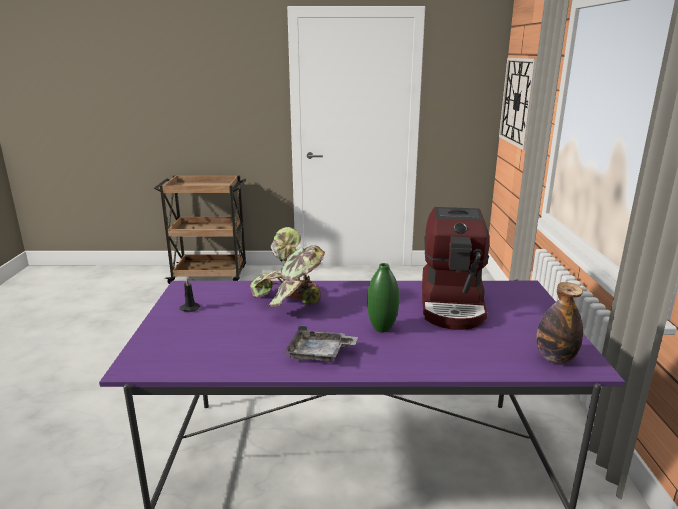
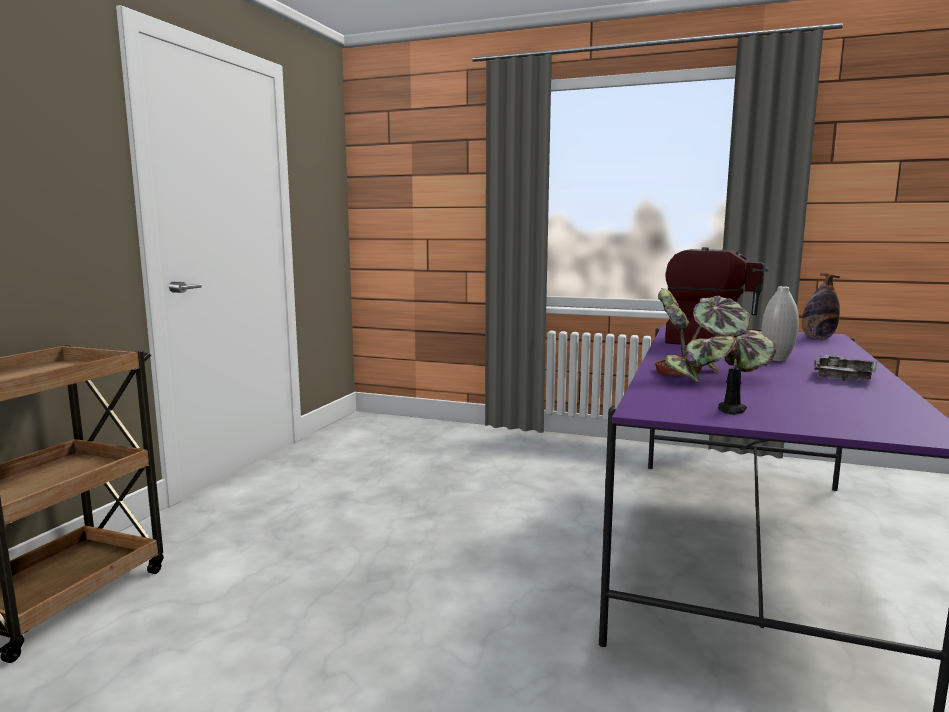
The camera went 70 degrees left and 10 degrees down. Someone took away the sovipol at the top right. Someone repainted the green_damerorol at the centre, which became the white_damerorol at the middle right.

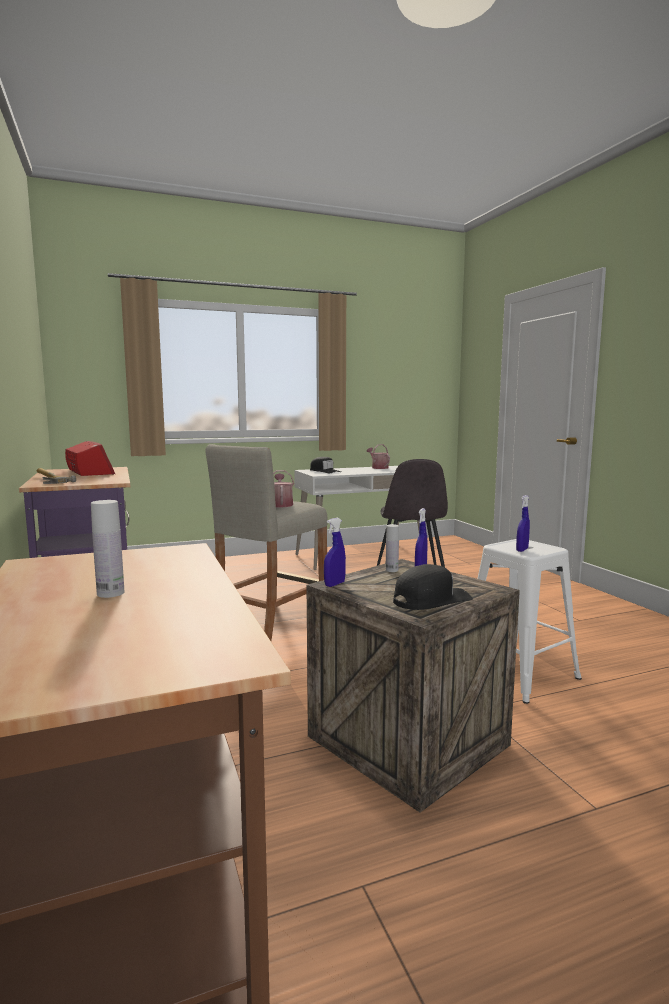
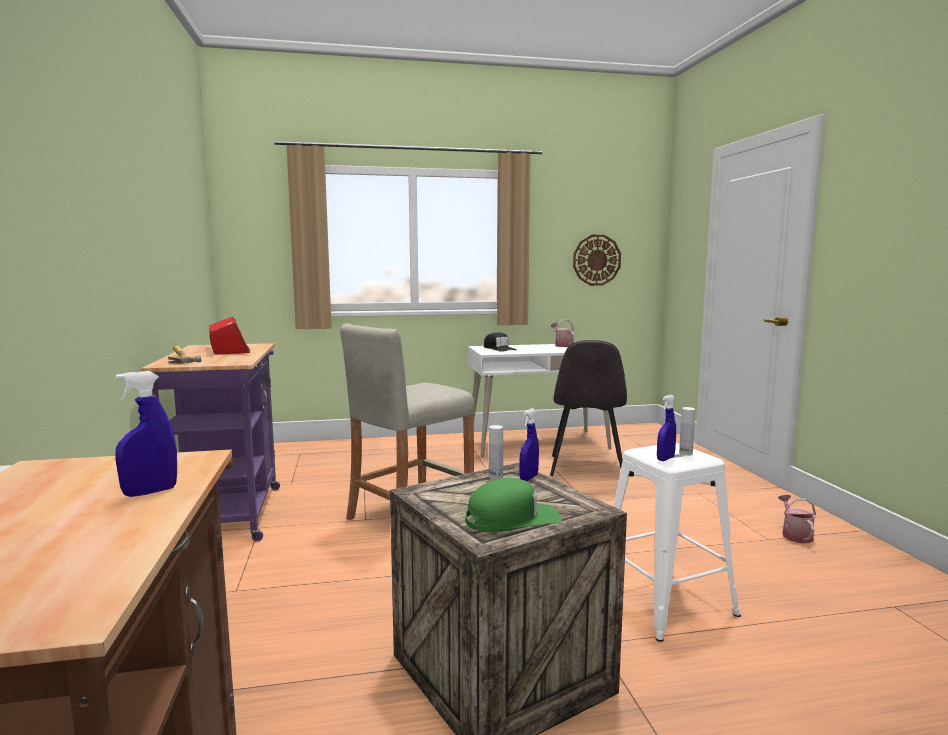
The camera went 10 degrees right and 0 degrees up. Someone put up the sovipol at the centre. Someone carried the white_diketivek (no. 1 from left in the first image) from the middle left to the middle right. Someone carried the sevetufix (no. 1 from left in the first image) from the centre to the bottom right. Someone carried the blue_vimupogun (no. 1 from left) from the centre to the middle left. Someone repainted the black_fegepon (no. 2 from left) at the centre, which became the green_fegepon at the bottom centre.

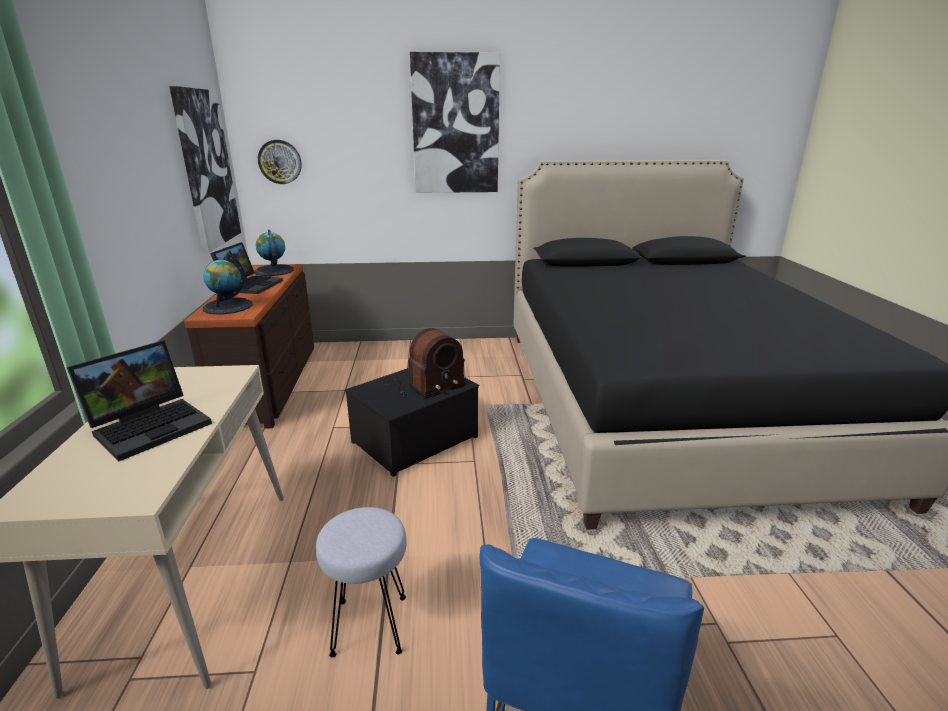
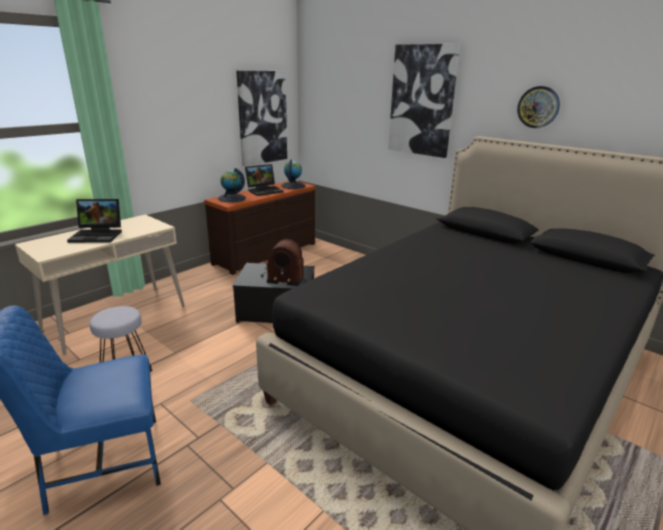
The camera went 45 degrees right and 0 degrees up. Someone carried the sovipol from the top left to the top right.

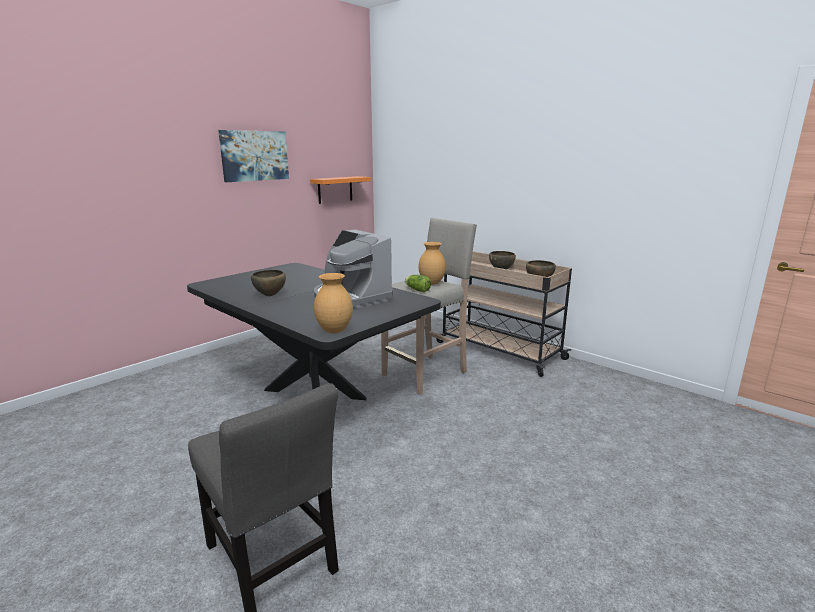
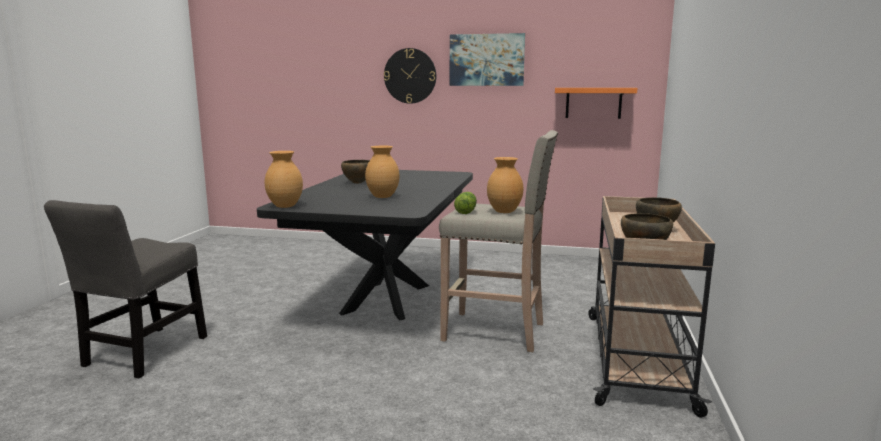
The camera went 60 degrees right and 5 degrees down. Someone put up the sovipol at the top centre. Someone swapped the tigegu at the centre for the brown_damerorol (no. 2 from left) at the centre.

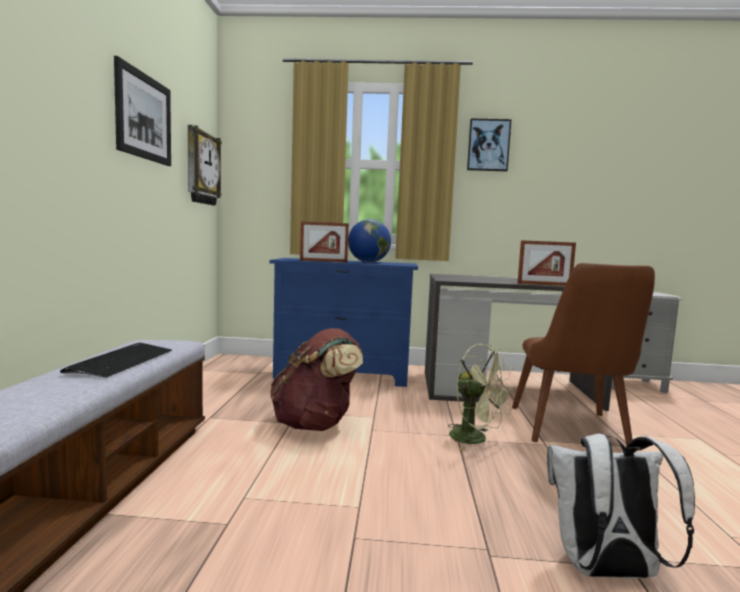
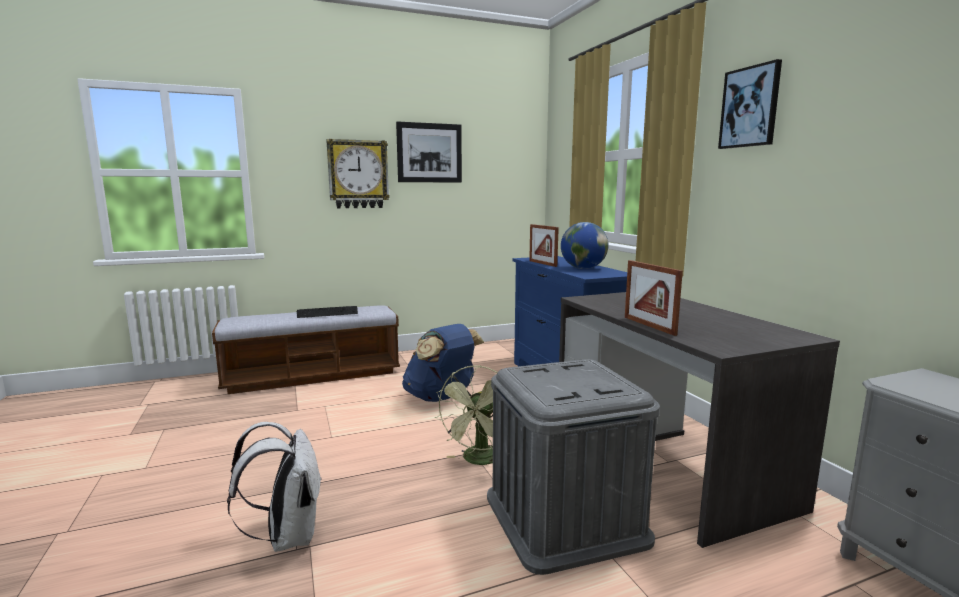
The camera went 65 degrees right and 5 degrees up. Someone carried the sovipol from the top left to the top centre. Someone swapped the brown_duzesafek at the middle right for the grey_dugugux at the bottom centre. Someone repainted the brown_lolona at the centre, which became the blue_lolona at the centre.

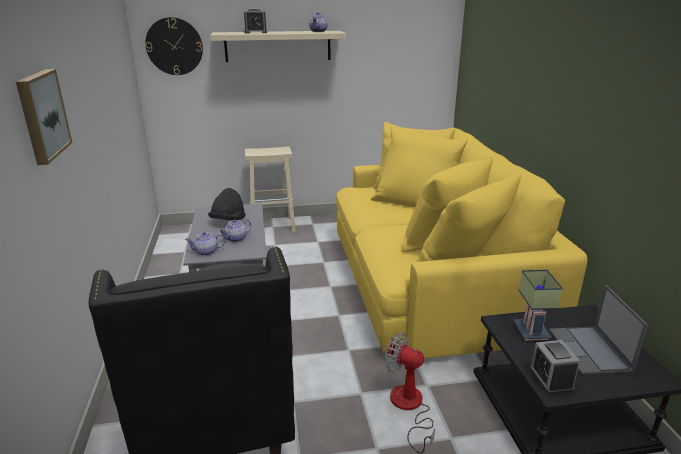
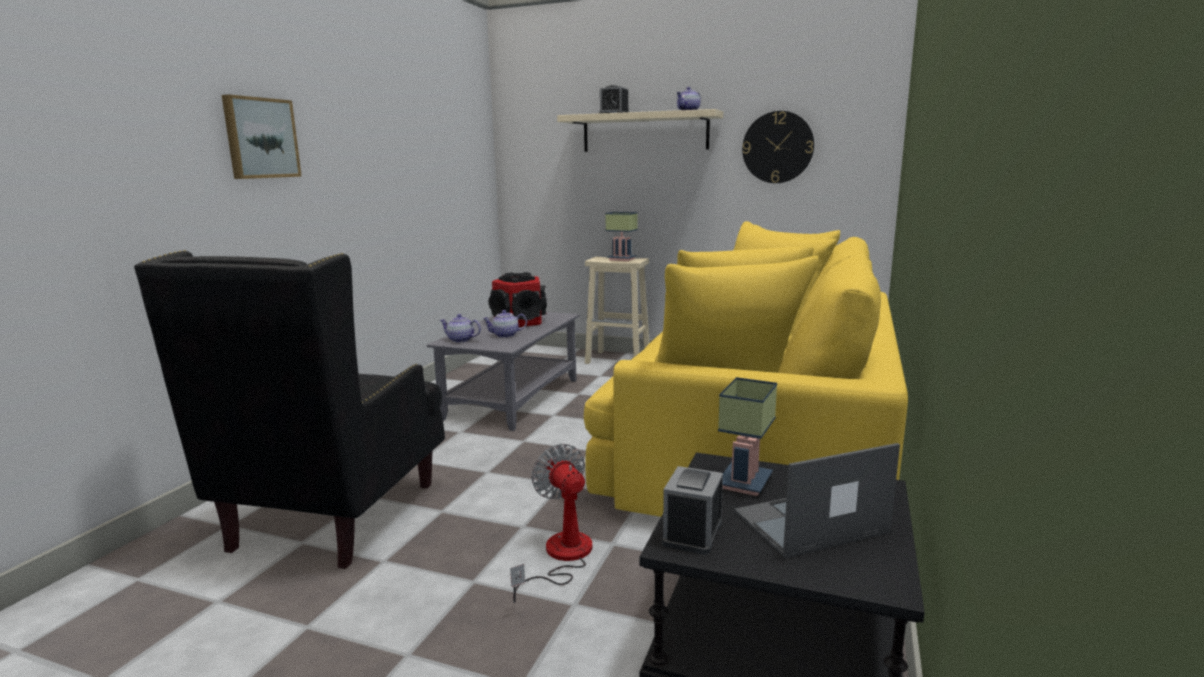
The camera went 30 degrees right and 10 degrees down. Someone put down the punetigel (no. 1 from left) at the centre. Someone carried the sovipol from the top left to the top centre. Someone swapped the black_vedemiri at the centre for the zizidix at the centre. Someone rotated the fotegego at the bottom right by 45 degrees clockwise.

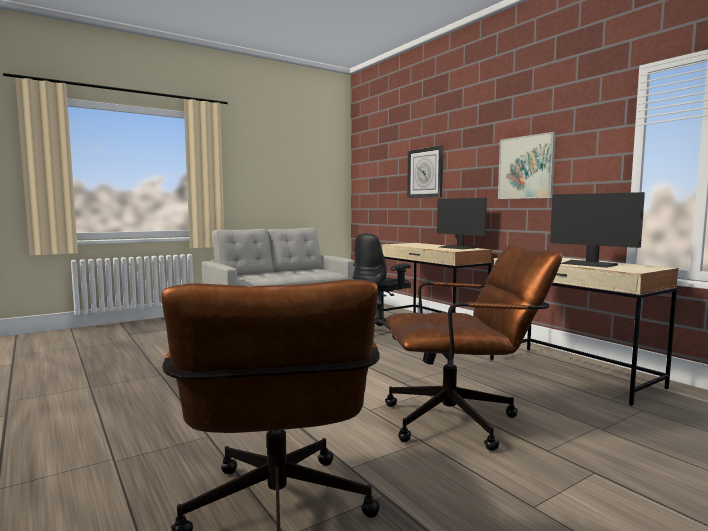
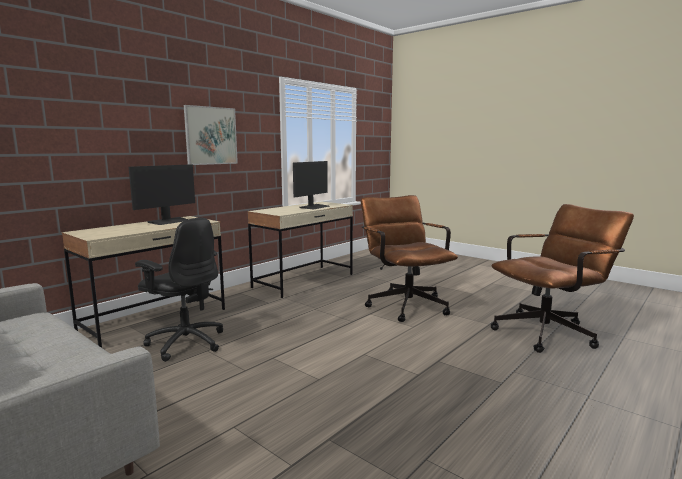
The camera went 105 degrees left and 5 degrees up. Someone took away the sovipol at the top centre.

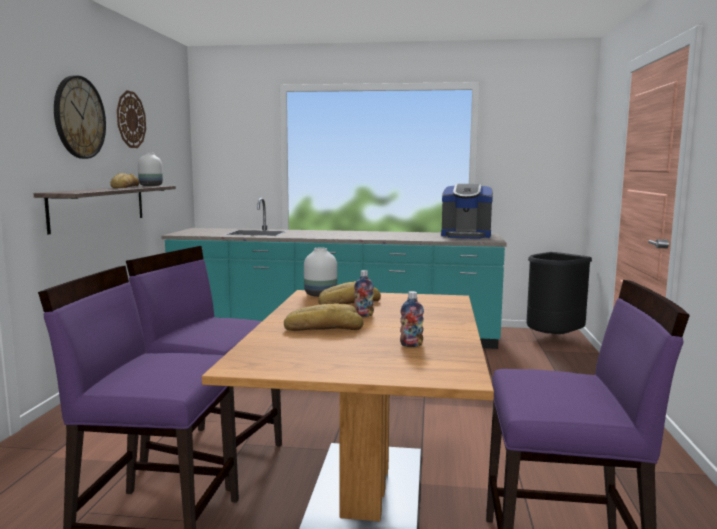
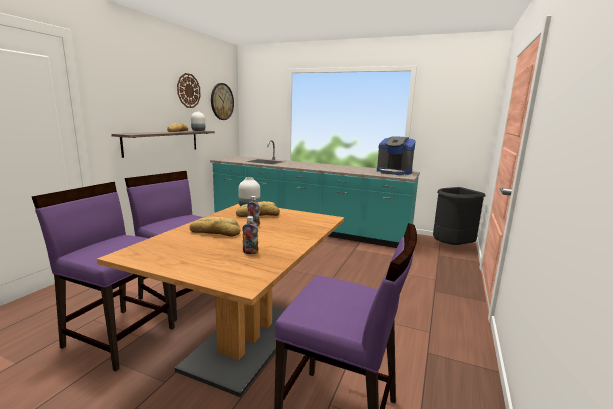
The camera went 15 degrees right and 5 degrees up. Someone carried the sovipol (no. 1 from left in the first image) from the top left to the top centre.

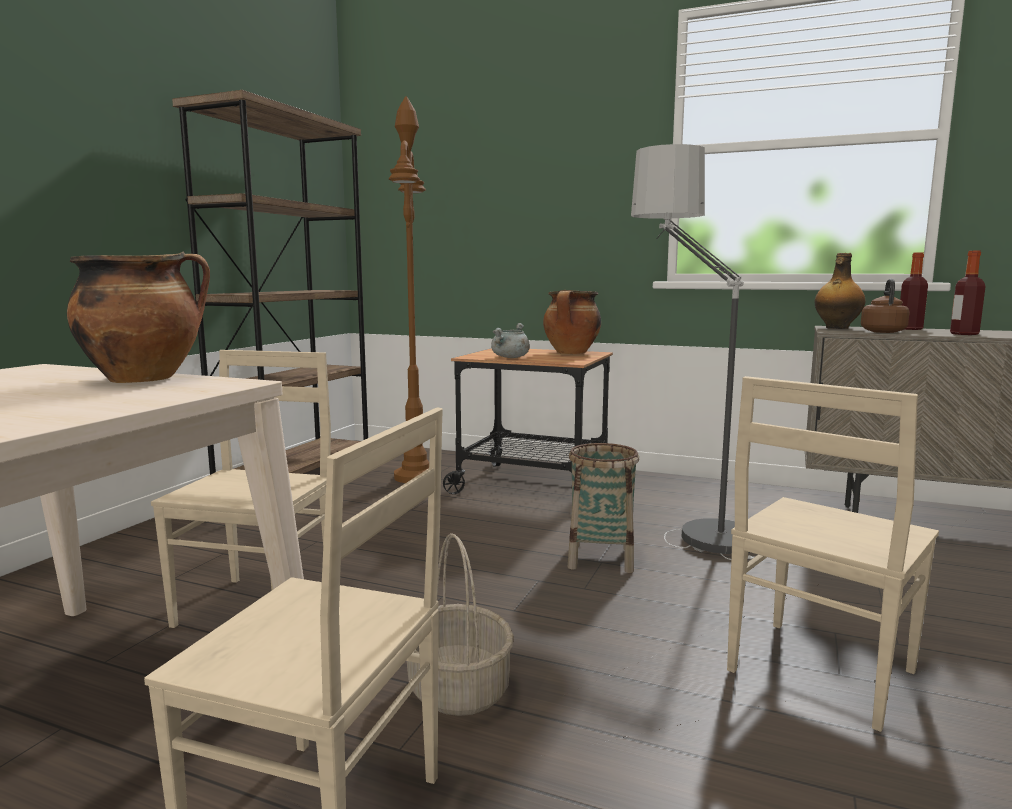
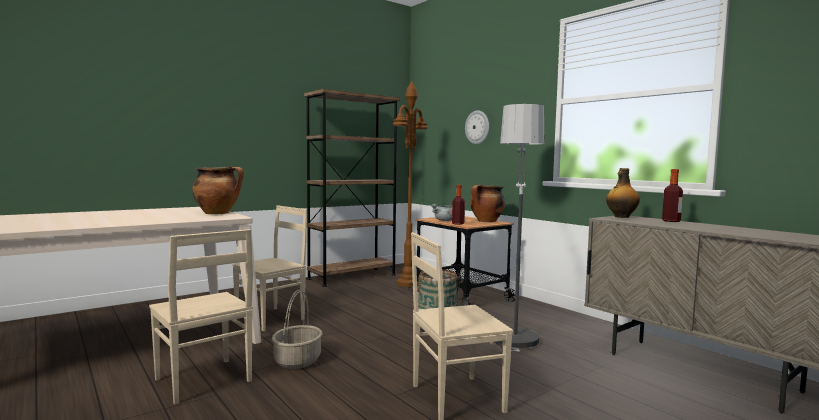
The camera went 30 degrees right and 5 degrees down. Someone took away the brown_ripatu at the middle right. Someone put up the sovipol at the top centre. Someone carried the diketivek (no. 3 from left in the first image) from the middle right to the centre.

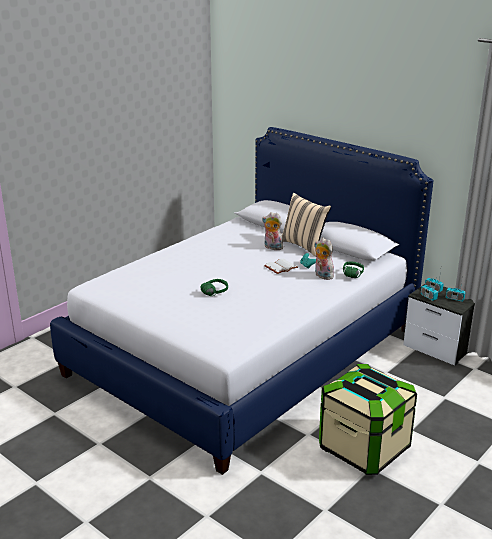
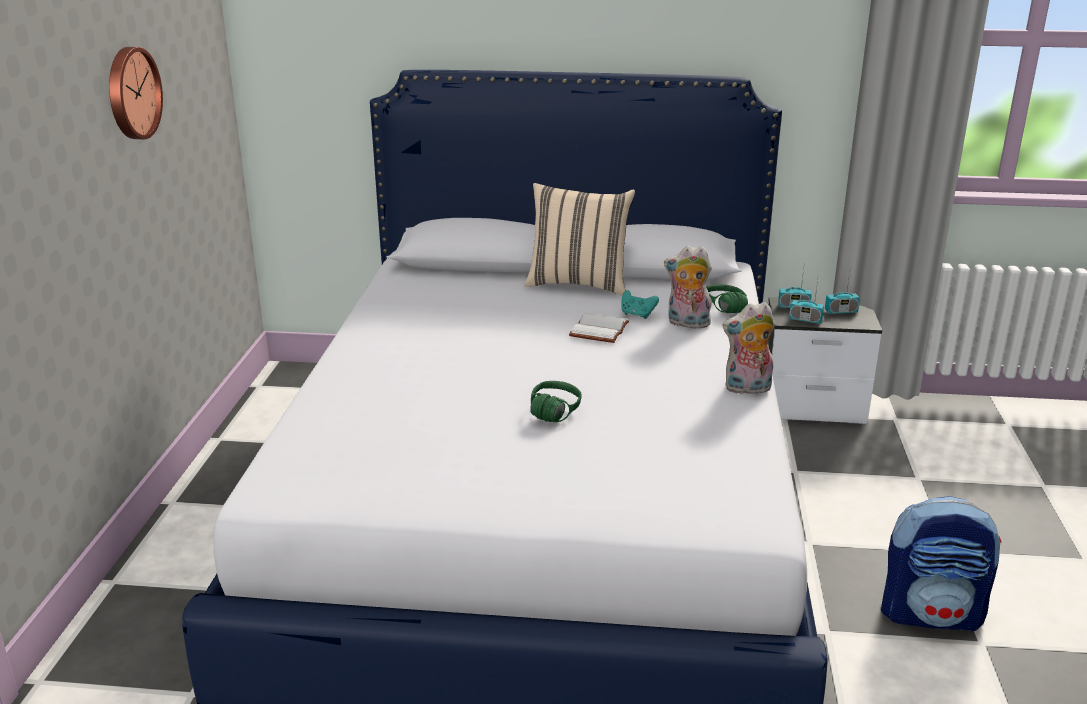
The camera went 35 degrees left and 0 degrees up. Someone put up the sovipol at the top left. Someone carried the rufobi (no. 1 from left in the first image) from the centre to the middle right. Someone swapped the dugugux at the bottom right for the lolona at the bottom right.

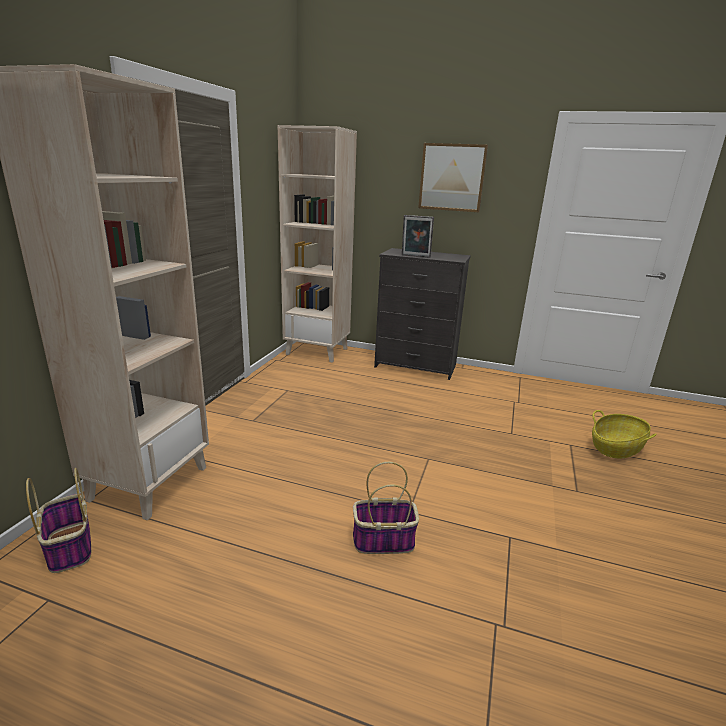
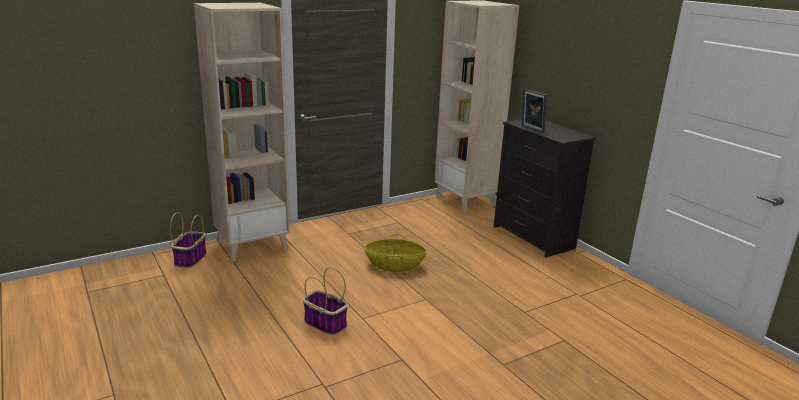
The camera went 40 degrees right and 0 degrees up. Someone took away the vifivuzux at the top centre. Someone carried the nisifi (no. 3 from left) from the middle right to the centre.

